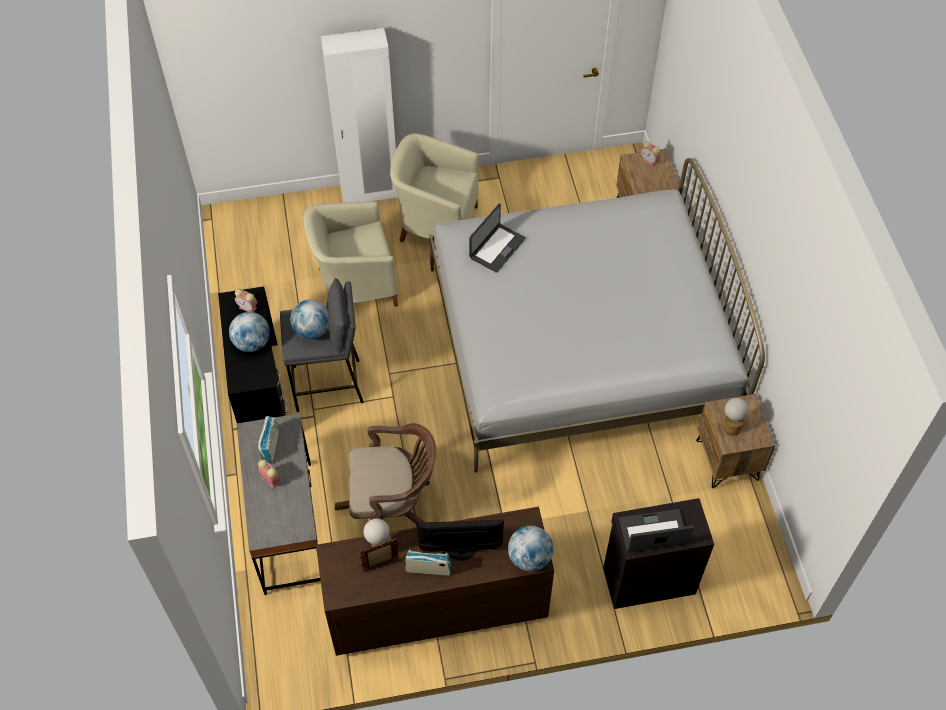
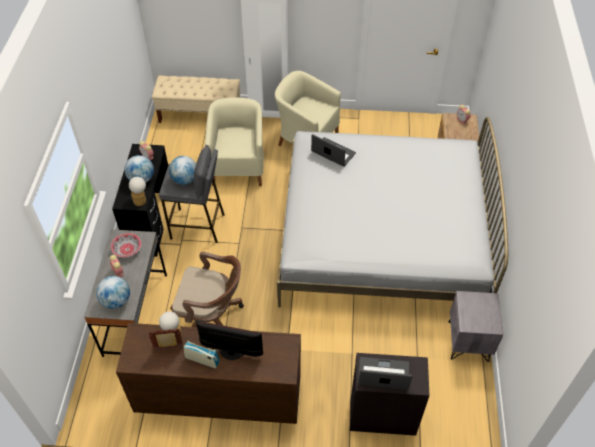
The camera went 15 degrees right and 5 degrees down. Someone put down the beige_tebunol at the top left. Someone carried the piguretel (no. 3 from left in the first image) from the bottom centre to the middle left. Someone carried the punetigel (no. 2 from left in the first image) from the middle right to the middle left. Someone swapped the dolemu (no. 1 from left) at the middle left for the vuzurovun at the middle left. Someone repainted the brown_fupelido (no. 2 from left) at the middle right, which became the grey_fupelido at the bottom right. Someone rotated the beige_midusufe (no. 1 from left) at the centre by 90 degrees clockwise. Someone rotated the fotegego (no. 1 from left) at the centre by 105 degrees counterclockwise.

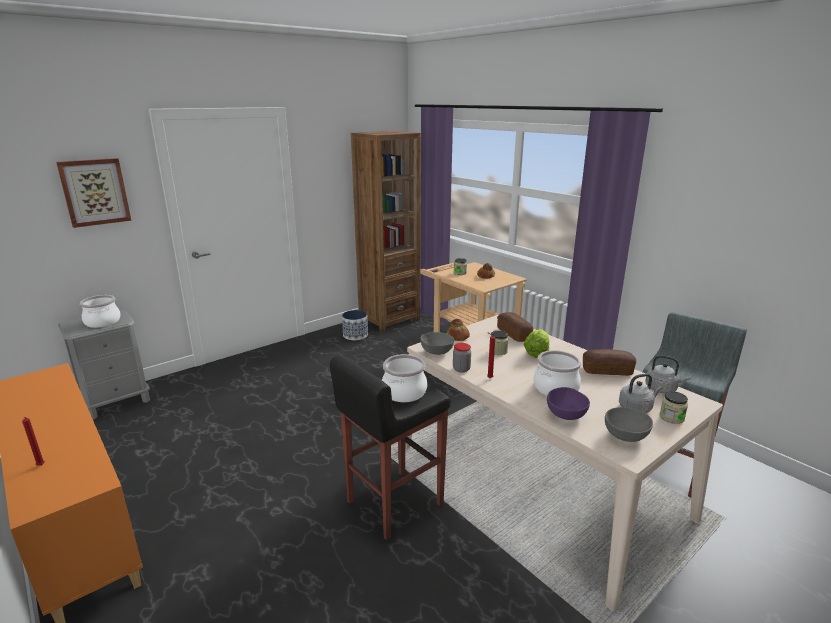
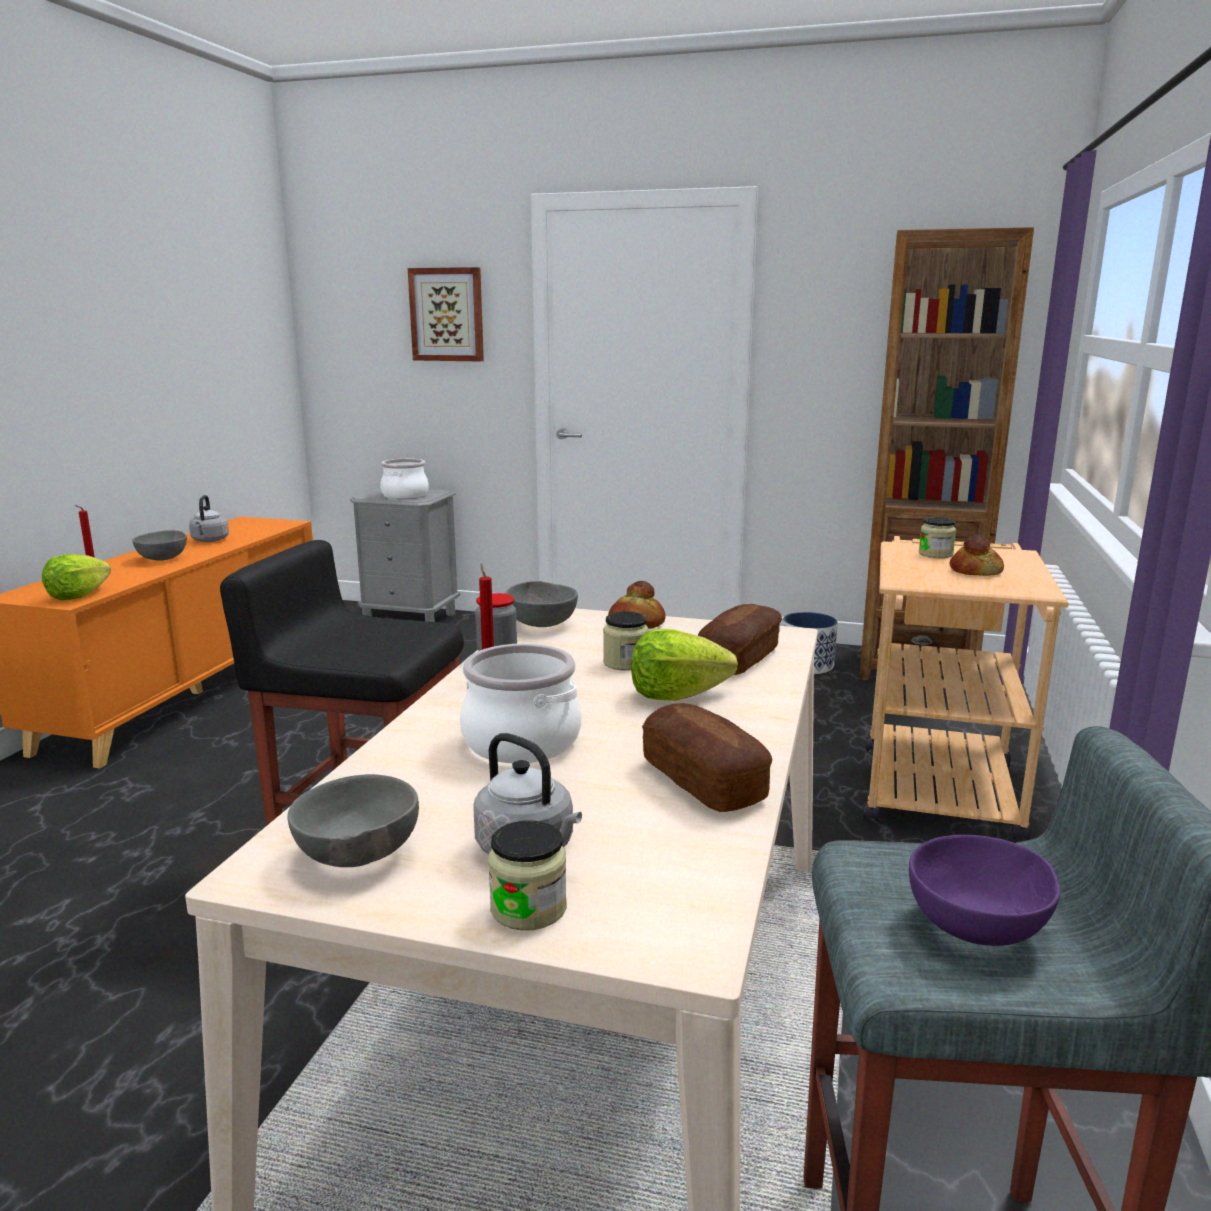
The camera went 55 degrees right and 5 degrees down. Someone took away the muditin (no. 2 from left) at the centre. Someone put down the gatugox (no. 1 from left) at the middle left. Someone put down the grey_vuzurovun (no. 1 from left) at the middle left. Someone carried the purple_vuzurovun from the middle right to the bottom right. Someone carried the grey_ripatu (no. 2 from left in the first image) from the middle right to the middle left.

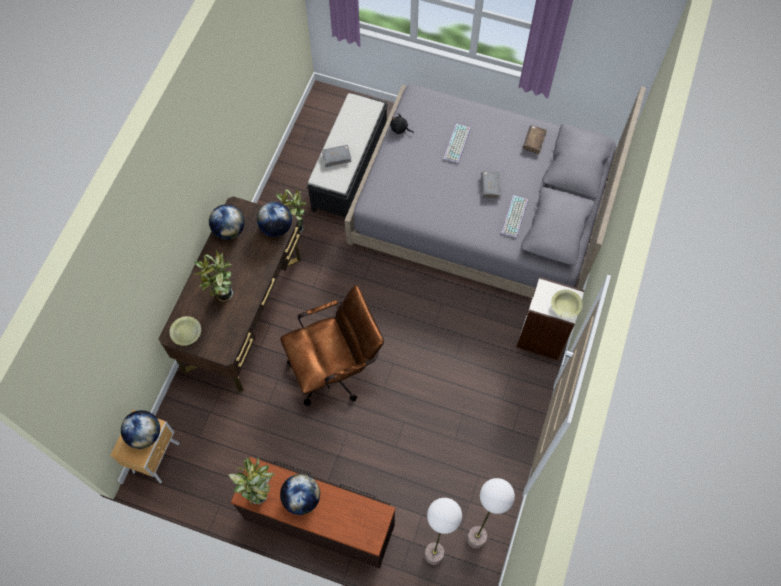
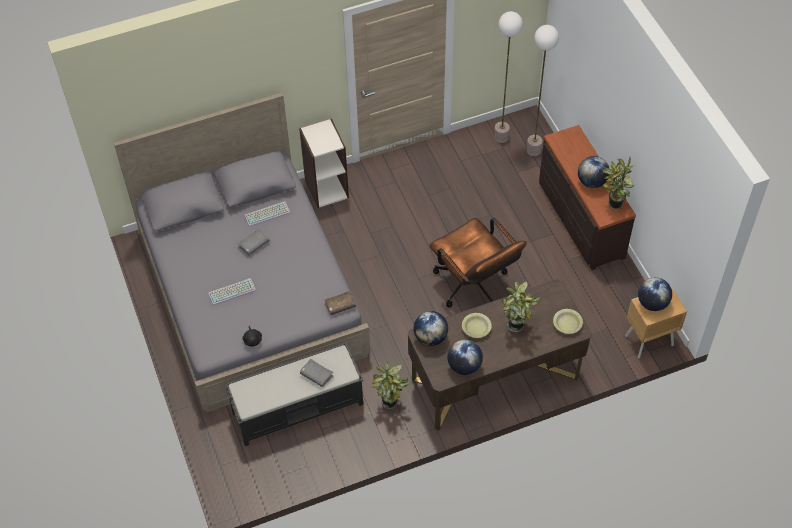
The camera went 130 degrees left and 10 degrees down. Someone carried the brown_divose from the top right to the centre. Someone carried the yellow_vuzurovun (no. 2 from left in the first image) from the middle right to the centre. Someone rotated the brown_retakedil at the centre by 150 degrees counterclockwise.

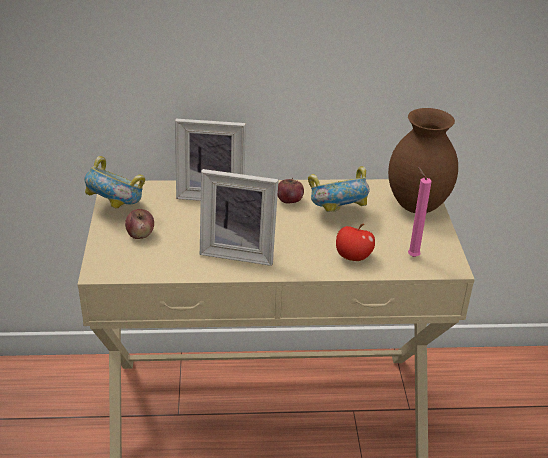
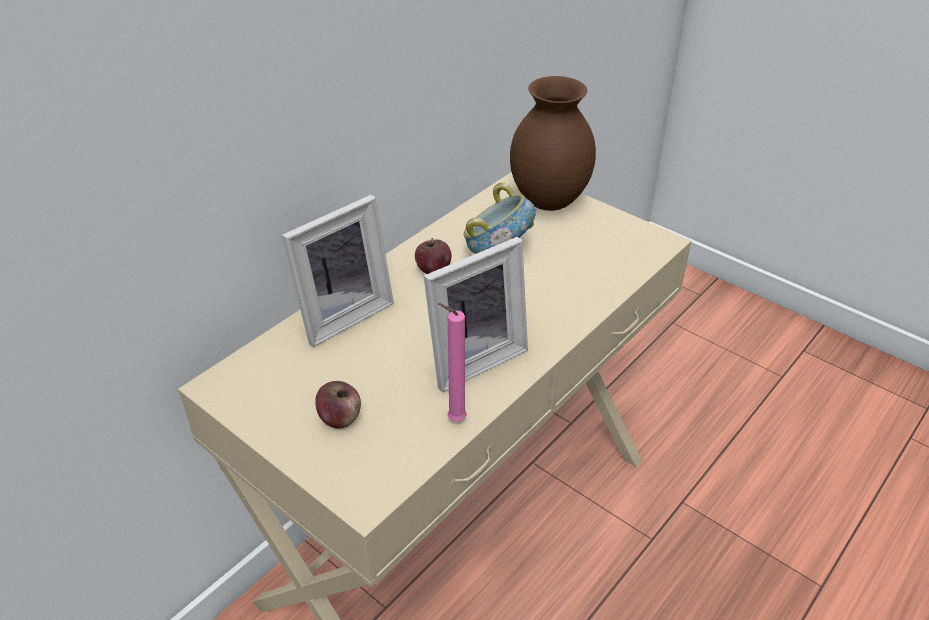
The camera went 45 degrees left and 5 degrees up. Someone took away the vuzurovun (no. 1 from left) at the middle left. Someone took away the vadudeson (no. 3 from left) at the centre. Someone carried the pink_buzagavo from the middle right to the centre.

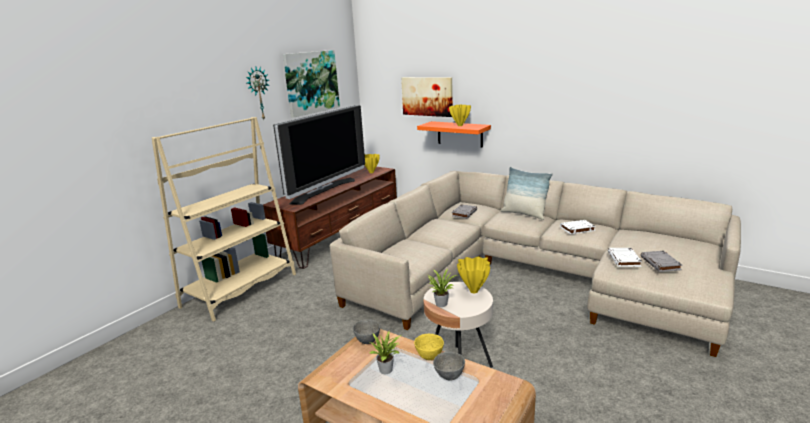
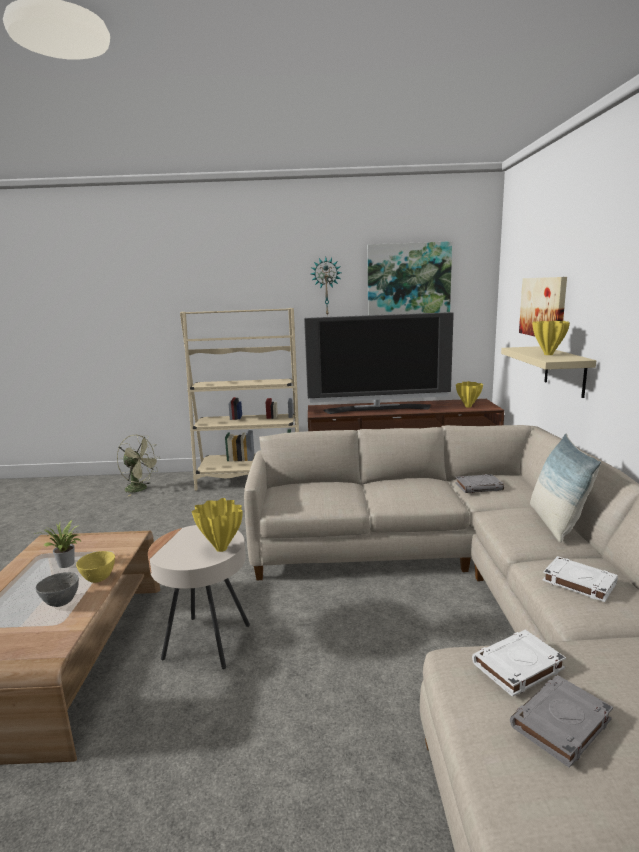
The camera went 55 degrees right and 5 degrees down. Someone took away the grey_vuzurovun (no. 1 from left) at the bottom centre. Someone took away the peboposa (no. 2 from left) at the bottom centre. Someone put down the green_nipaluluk at the middle left. Someone repainted the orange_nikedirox at the top centre, which became the beige_nikedirox at the middle right.

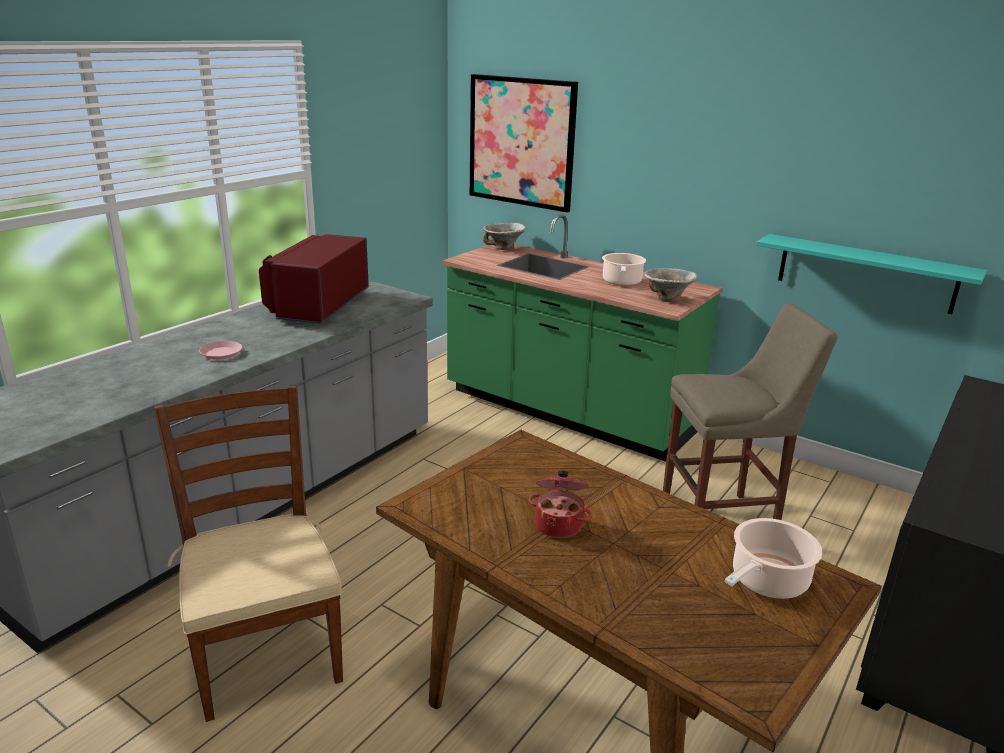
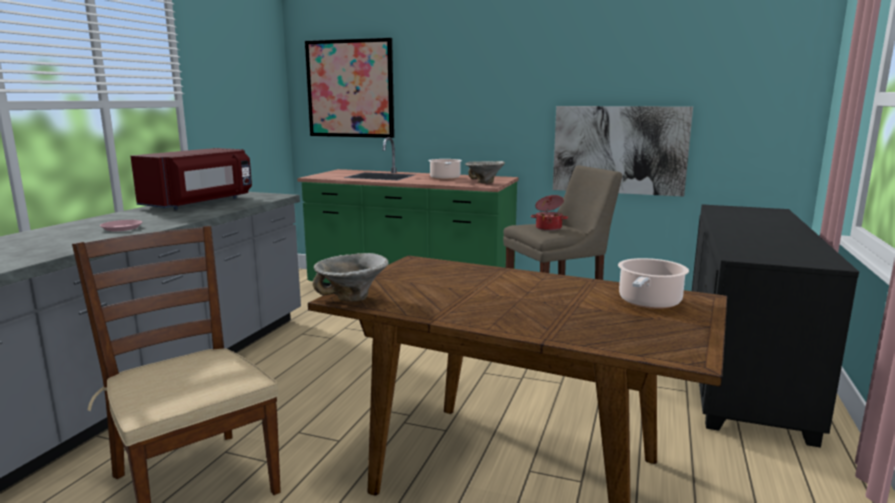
The camera went 15 degrees left and 10 degrees down. Someone carried the vuzurovun (no. 1 from left) from the top centre to the centre. Someone carried the muditin (no. 1 from left in the first image) from the bottom centre to the centre. Someone swapped the turquoise_nikedirox at the middle right for the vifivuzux (no. 2 from left) at the top right. Someone rotated the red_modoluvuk at the middle left by 150 degrees counterclockwise.

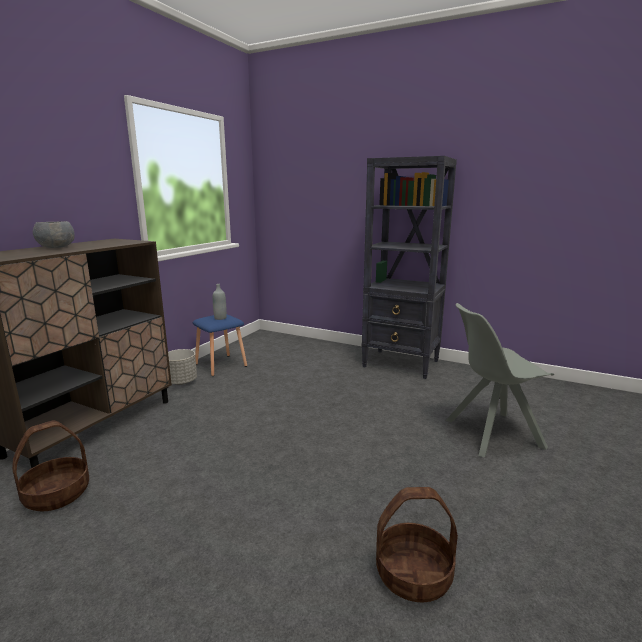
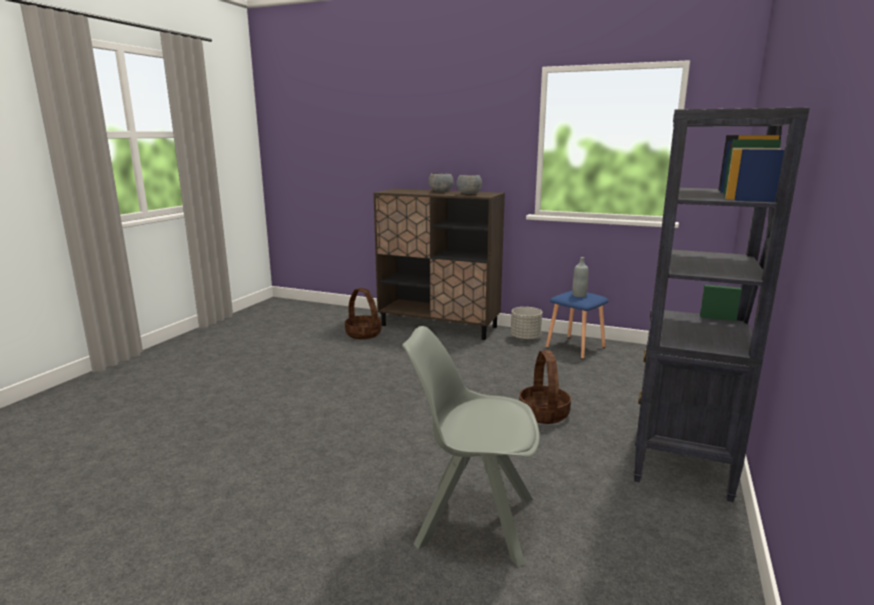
The camera went 85 degrees right and 0 degrees up. Someone put down the grey_vuzurovun (no. 2 from left) at the top centre. Someone carried the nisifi (no. 2 from left) from the bottom centre to the centre. Someone rotated the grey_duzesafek at the middle right by 60 degrees counterclockwise.

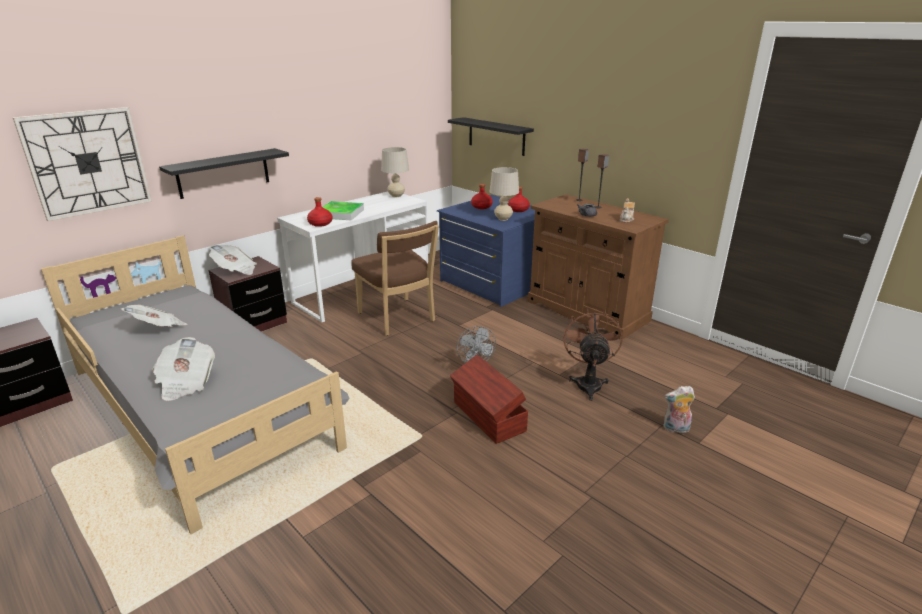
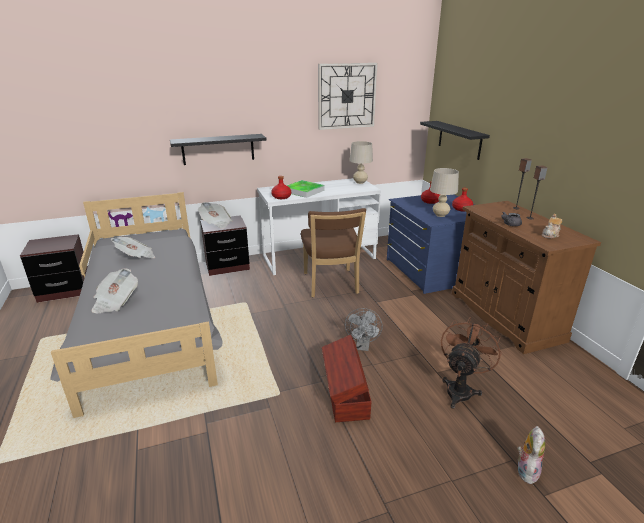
The camera went 25 degrees right and 0 degrees up. Someone carried the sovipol from the top left to the top centre. Someone rotated the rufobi at the middle right by 90 degrees clockwise.

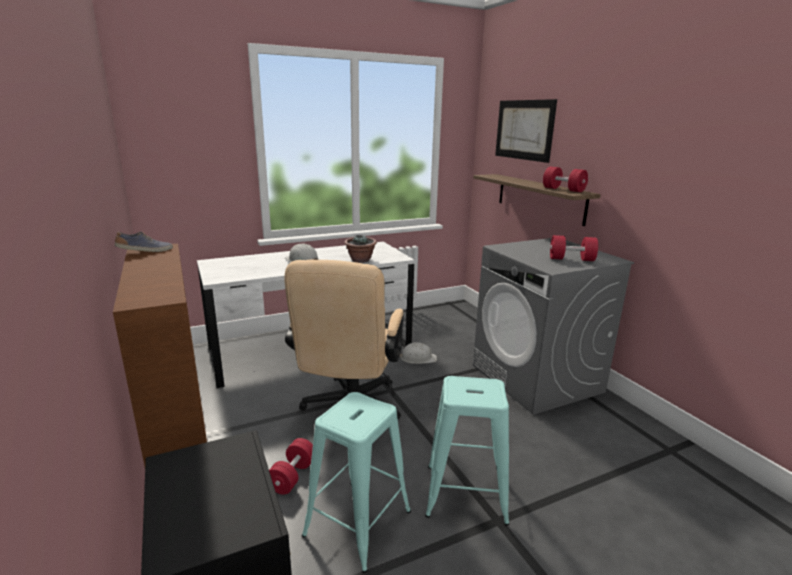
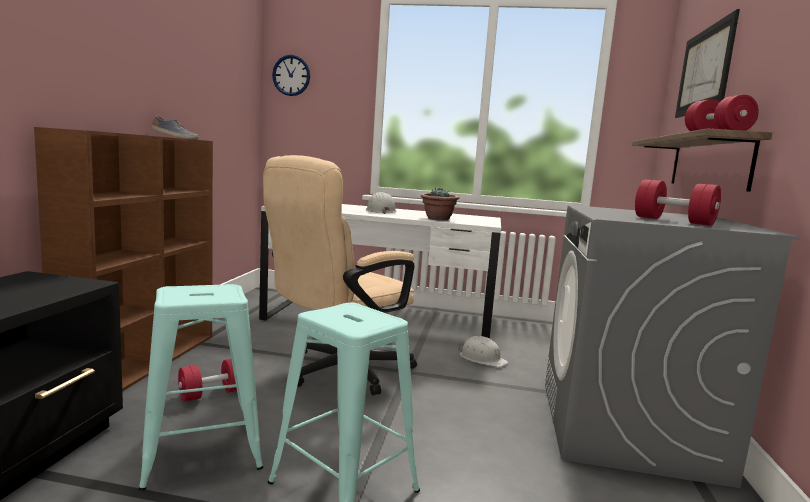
The camera went 35 degrees right and 10 degrees down. Someone put up the sovipol at the top centre.

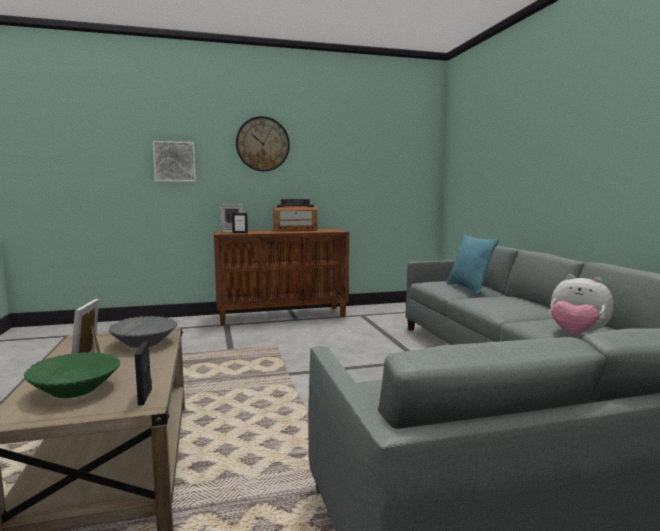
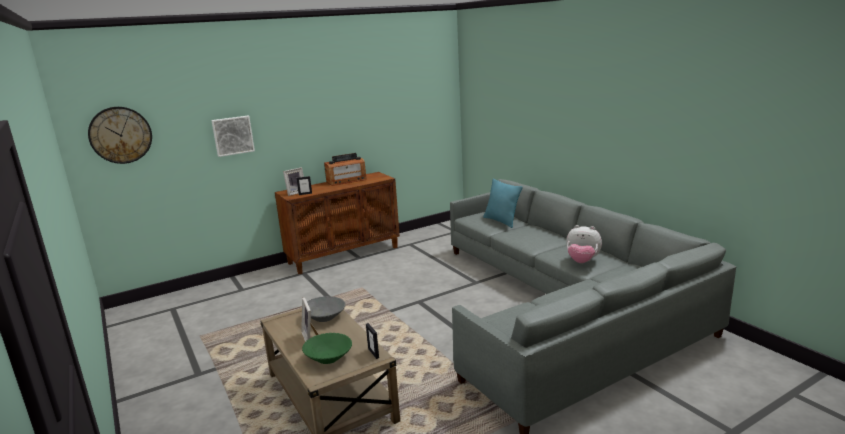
The camera went 15 degrees left and 10 degrees up. Someone carried the sovipol from the top centre to the top left.

